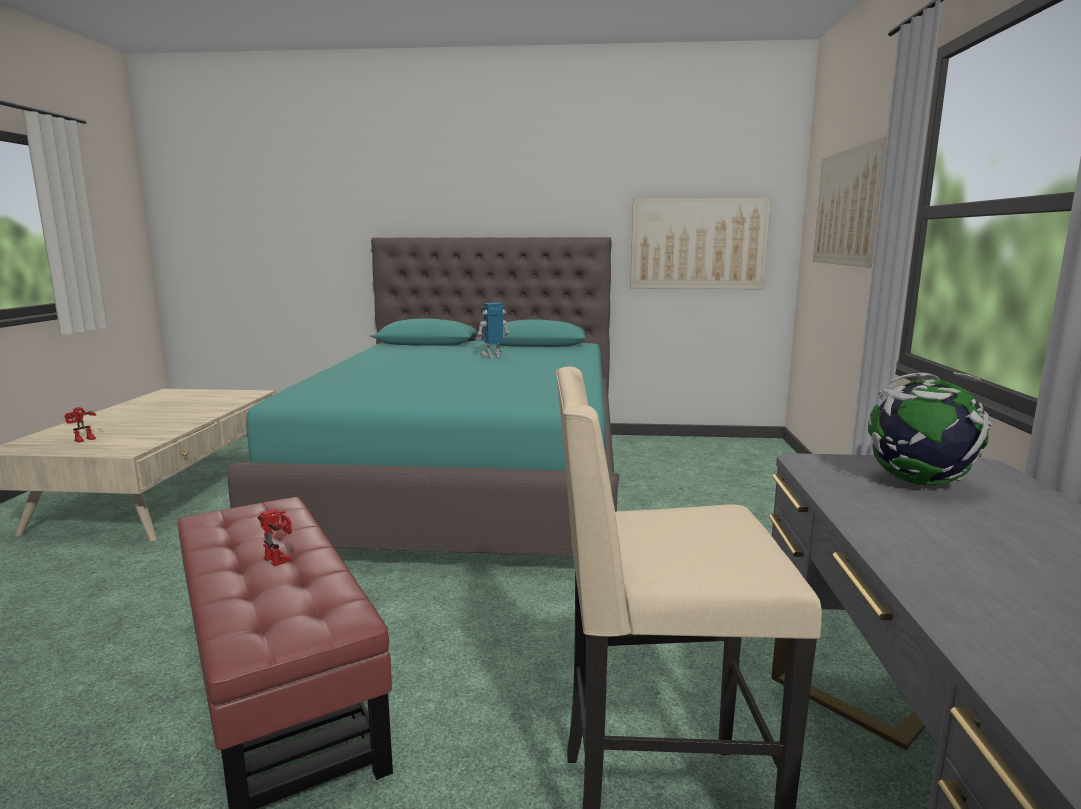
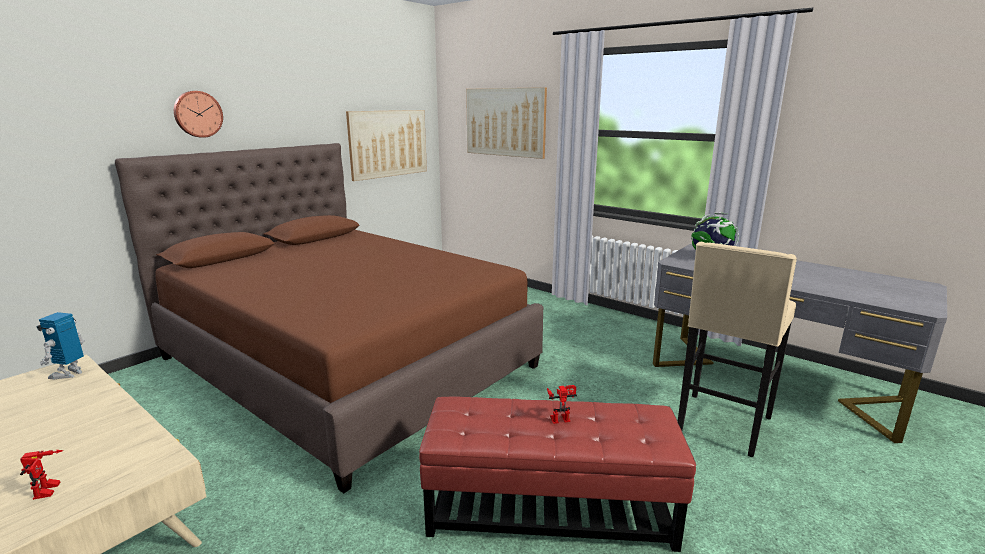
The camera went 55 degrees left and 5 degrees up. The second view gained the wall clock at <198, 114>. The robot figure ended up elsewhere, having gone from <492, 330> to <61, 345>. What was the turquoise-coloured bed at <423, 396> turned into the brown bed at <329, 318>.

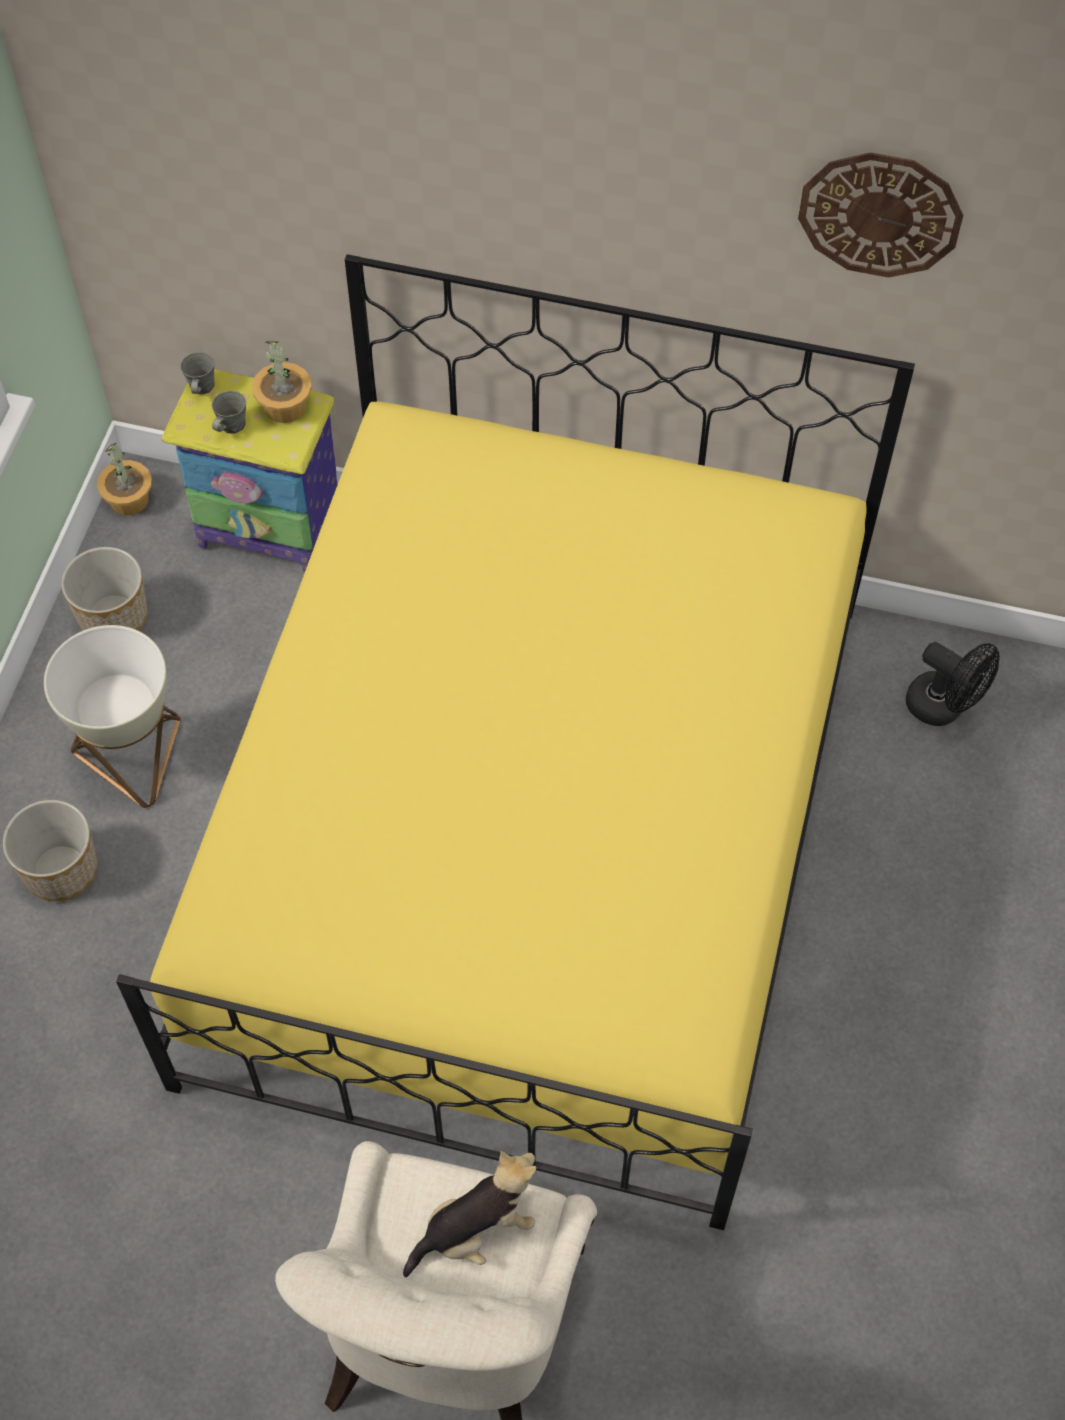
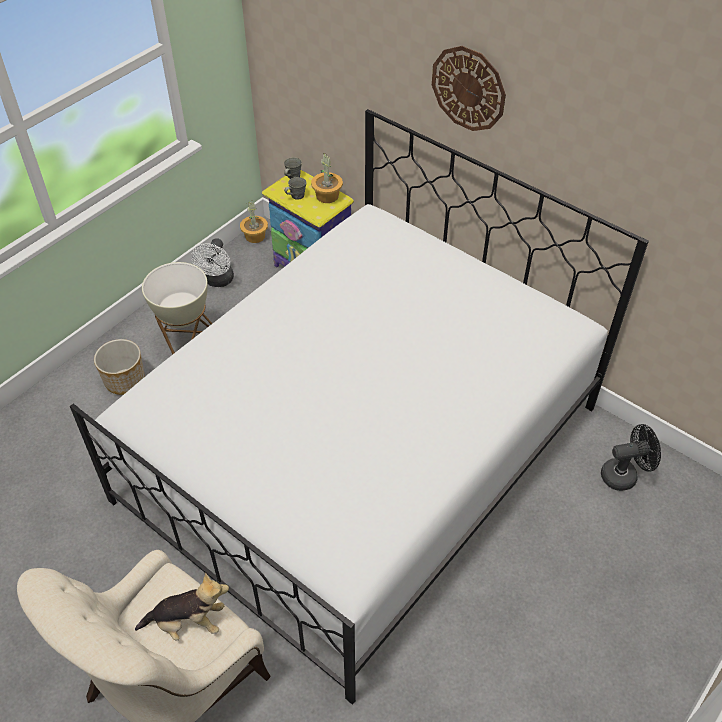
The camera went 25 degrees right and 10 degrees down. The wall clock ended up elsewhere, having gone from <880, 215> to <469, 88>. Where the flower pot stood at <104, 589>, the white electric fan came to stand at <212, 262>. What was the yellowish bed at <515, 742> turned into the white bed at <359, 407>. The blackish electric fan at <953, 684> ended up facing another way, 75 degrees counterclockwise from before.

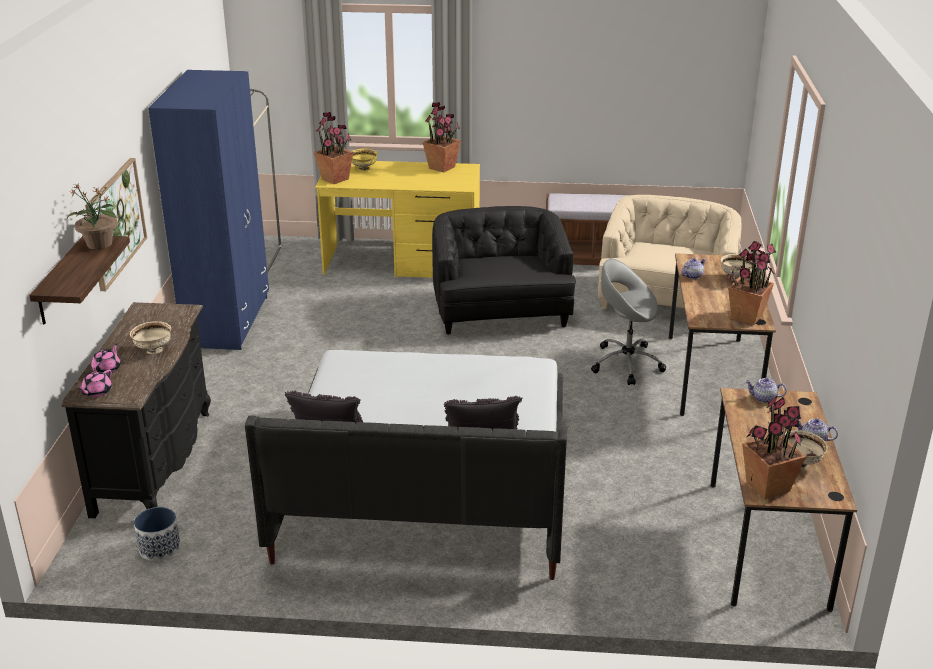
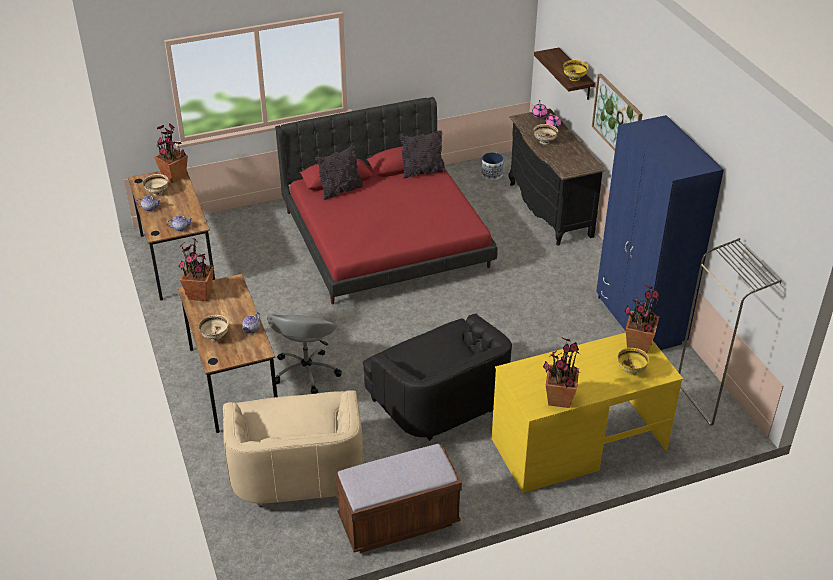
The camera went 155 degrees right and 10 degrees up. Where the potted plant stood at <92, 216>, the yellowish serving bowl came to stand at <575, 70>. What was the greyish bed at <406, 465> turned into the red-coloured bed at <386, 200>. The greyish computer chair at <628, 322> ended up facing another way, 120 degrees clockwise from before.

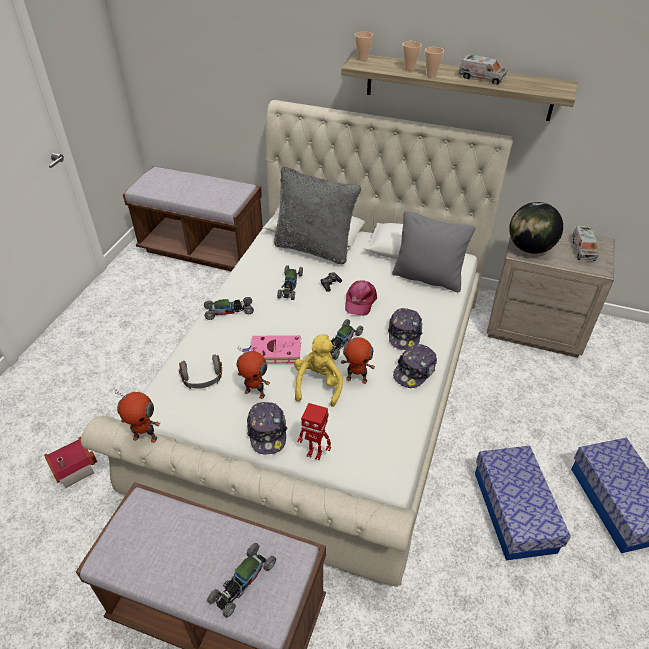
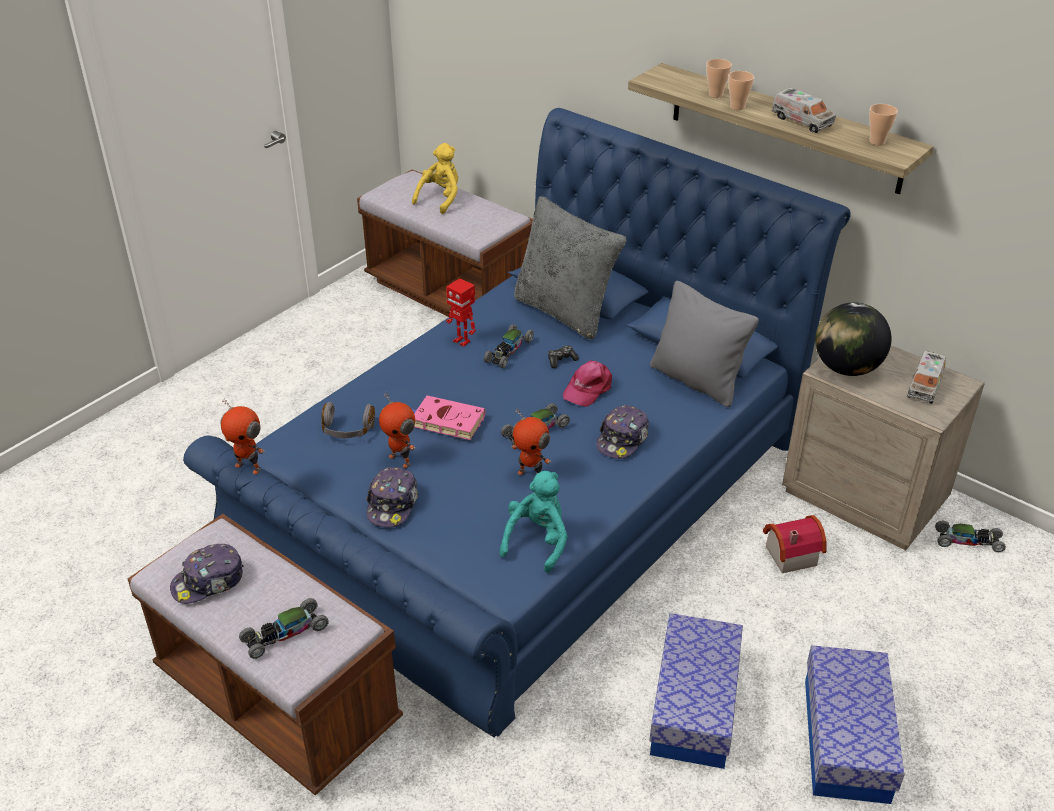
The camera went 20 degrees right and 5 degrees down. The second view gained the turquoise-coloured cuddly toy at <533, 522>. The model house ended up elsewhere, having gone from <70, 462> to <794, 544>. The model car ended up elsewhere, having gone from <229, 308> to <970, 536>. The yellowish cuddly toy ended up elsewhere, having gone from <318, 370> to <435, 178>. The robot figure ended up elsewhere, having gone from <314, 431> to <461, 312>. The drinking cup ended up elsewhere, having gone from <364, 46> to <883, 124>. The peaked cap ended up elsewhere, having gone from <415, 366> to <207, 574>. What was the beige-coloured bed at <297, 343> turned into the blue-coloured bed at <517, 422>.

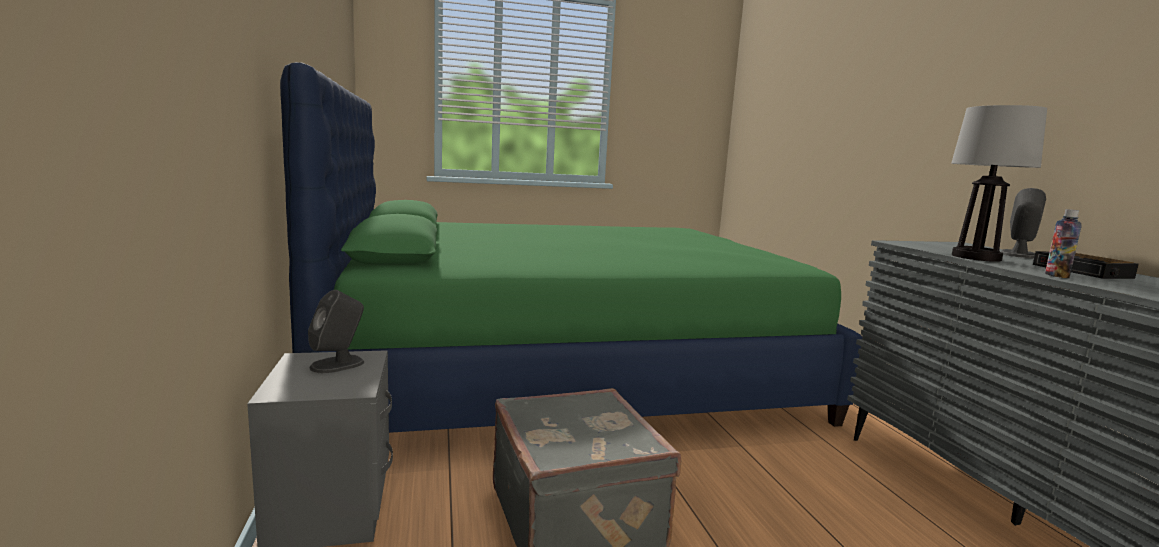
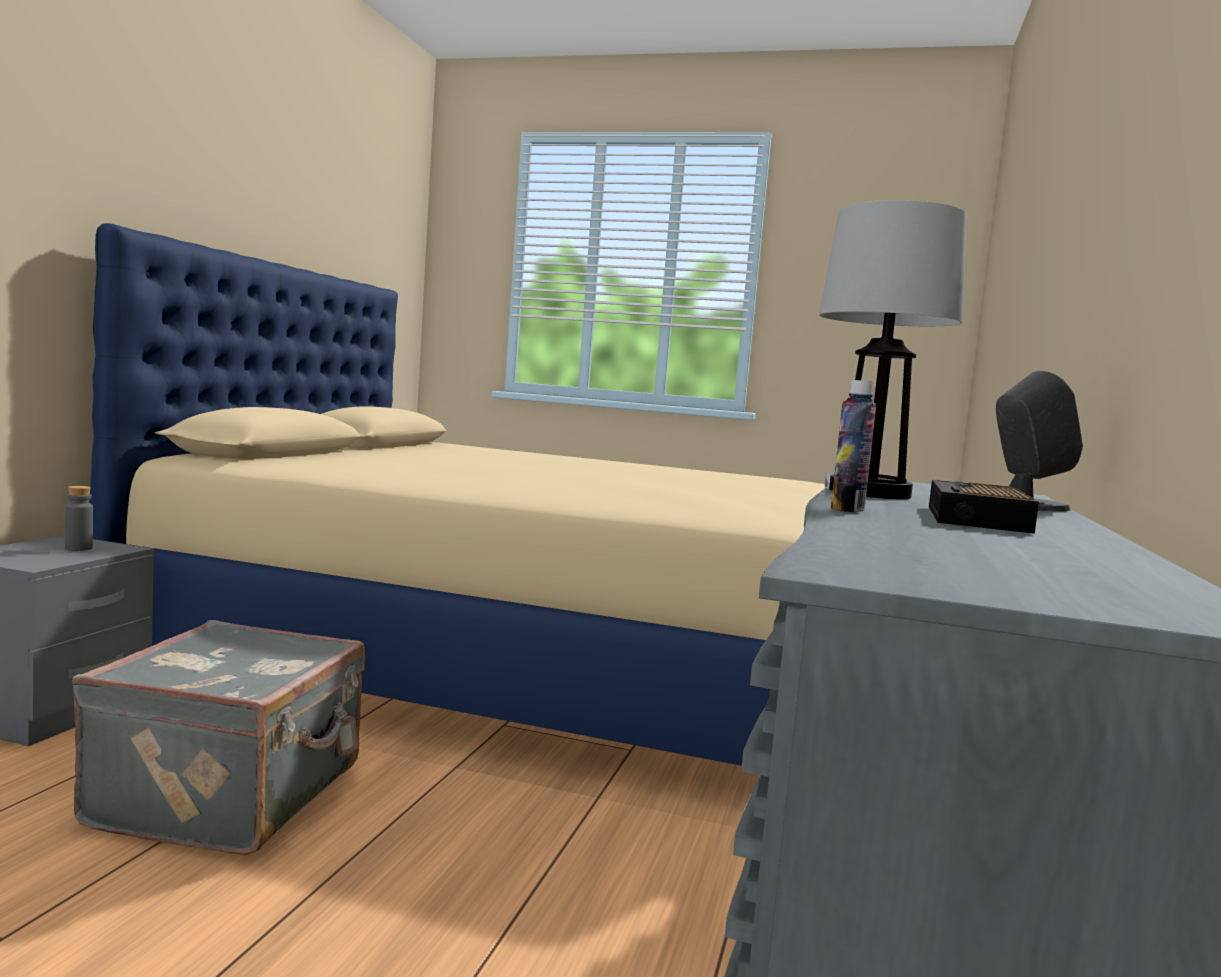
The camera went 30 degrees right and 5 degrees down. Where the greyish audio speaker stood at <336, 331>, the greyish drink bottle came to stand at <79, 518>. What was the green bed at <571, 247> turned into the beige-coloured bed at <457, 494>.

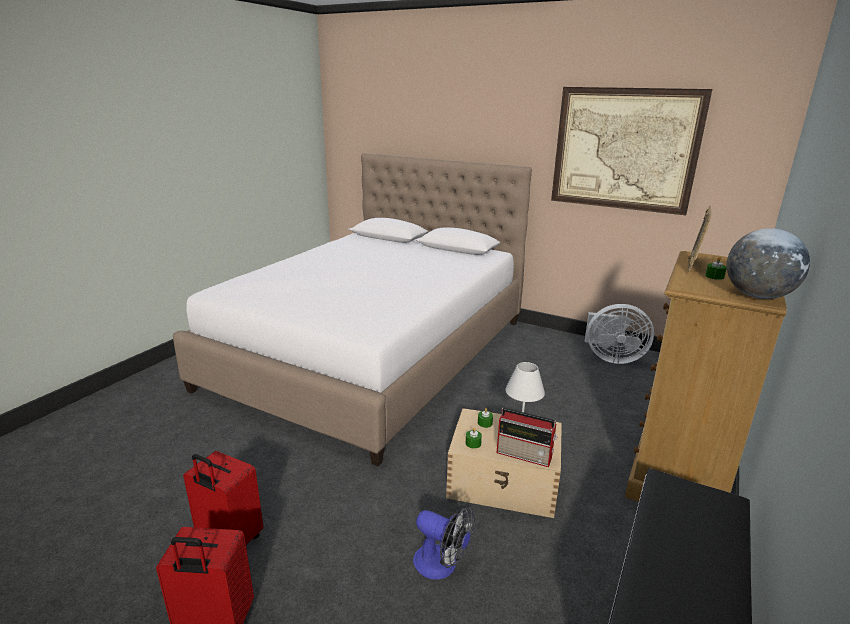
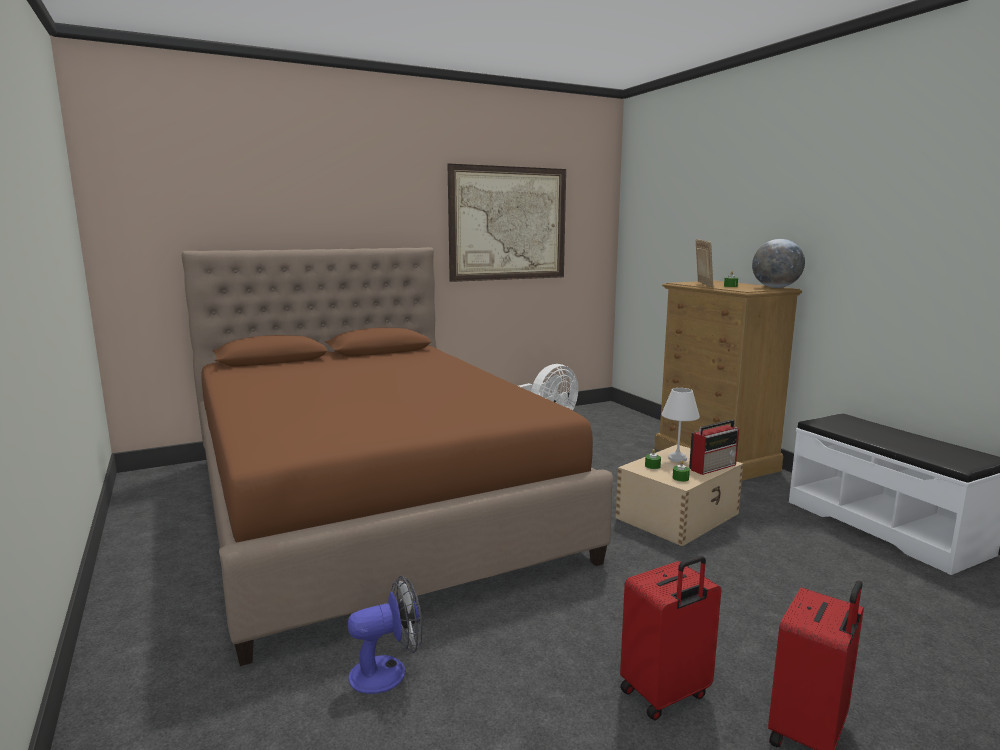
The camera went 55 degrees left and 10 degrees down. The electric fan ended up elsewhere, having gone from <444, 543> to <385, 635>. What was the white bed at <352, 309> turned into the brown bed at <397, 456>. The picture frame at <699, 238> ended up facing another way, 150 degrees counterclockwise from before.

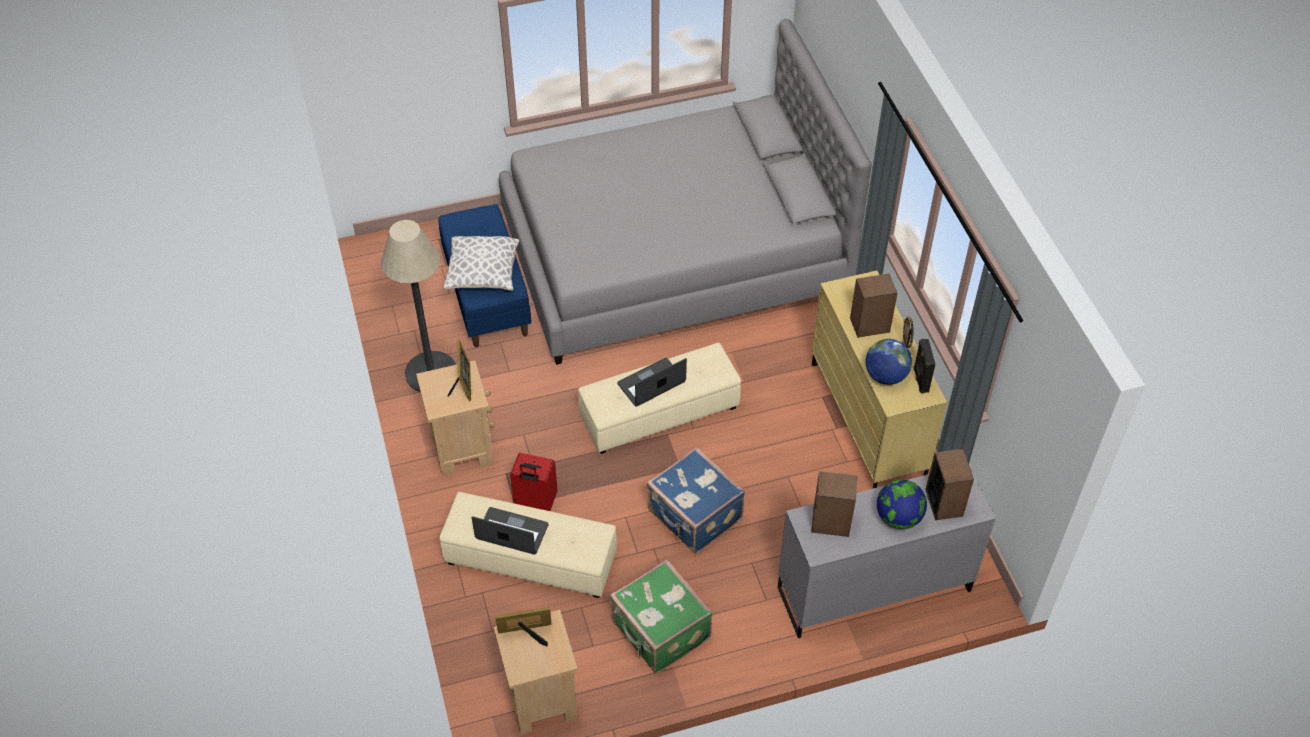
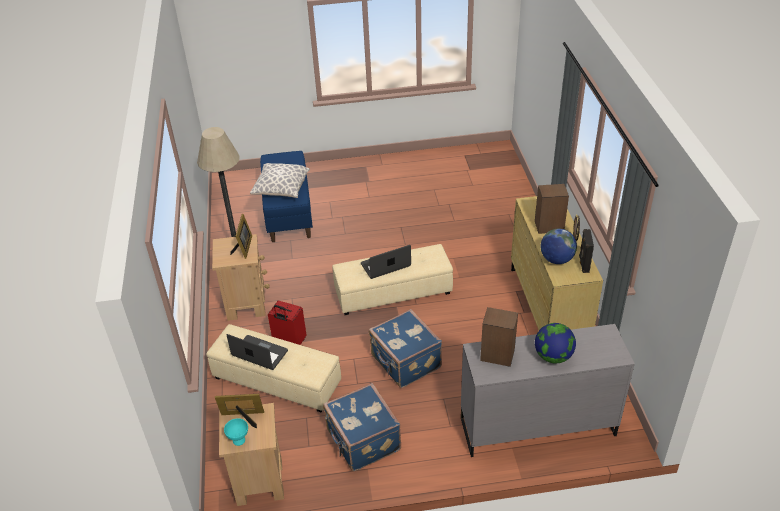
The camera went 10 degrees right and 10 degrees down. The second view lost the greyish bed at <685, 192>. The second view lost the audio speaker at <949, 484>. The second view gained the turquoise-coloured serving bowl at <236, 432>. What was the green travel case at <661, 616> turned into the blue-coloured travel case at <362, 427>.

